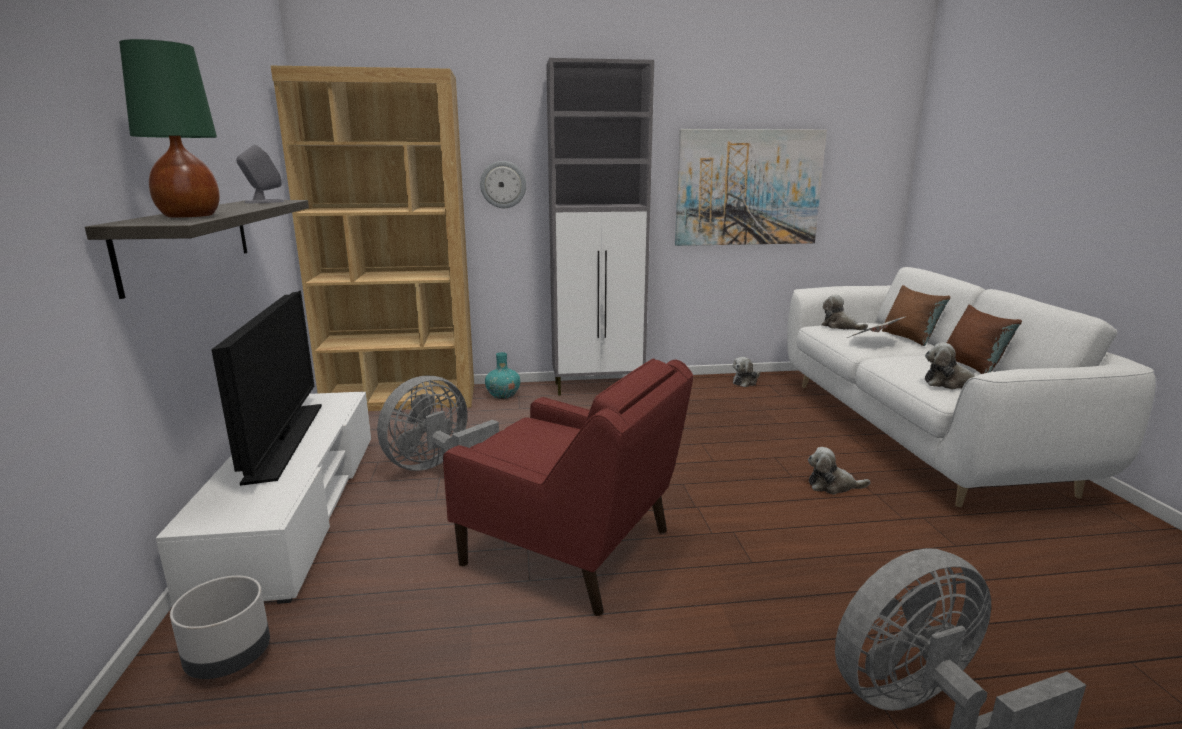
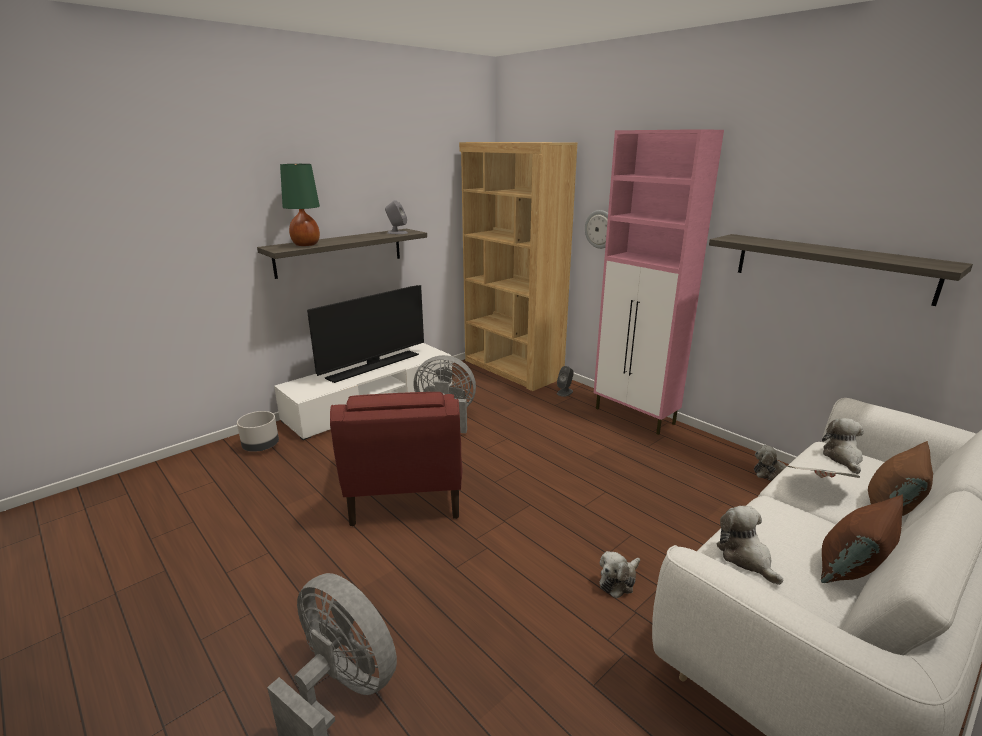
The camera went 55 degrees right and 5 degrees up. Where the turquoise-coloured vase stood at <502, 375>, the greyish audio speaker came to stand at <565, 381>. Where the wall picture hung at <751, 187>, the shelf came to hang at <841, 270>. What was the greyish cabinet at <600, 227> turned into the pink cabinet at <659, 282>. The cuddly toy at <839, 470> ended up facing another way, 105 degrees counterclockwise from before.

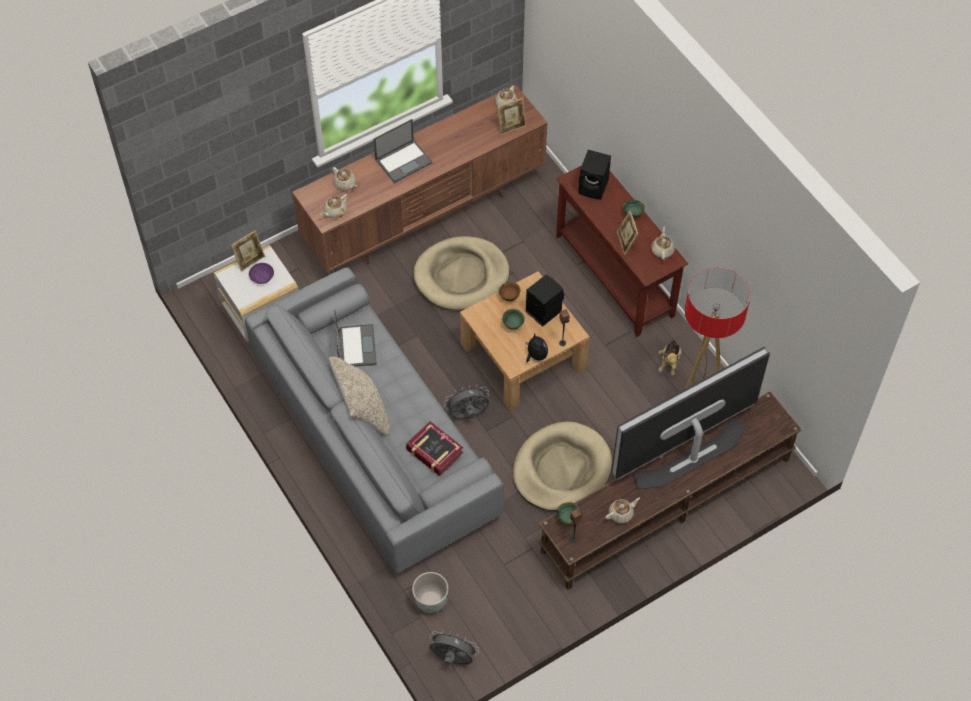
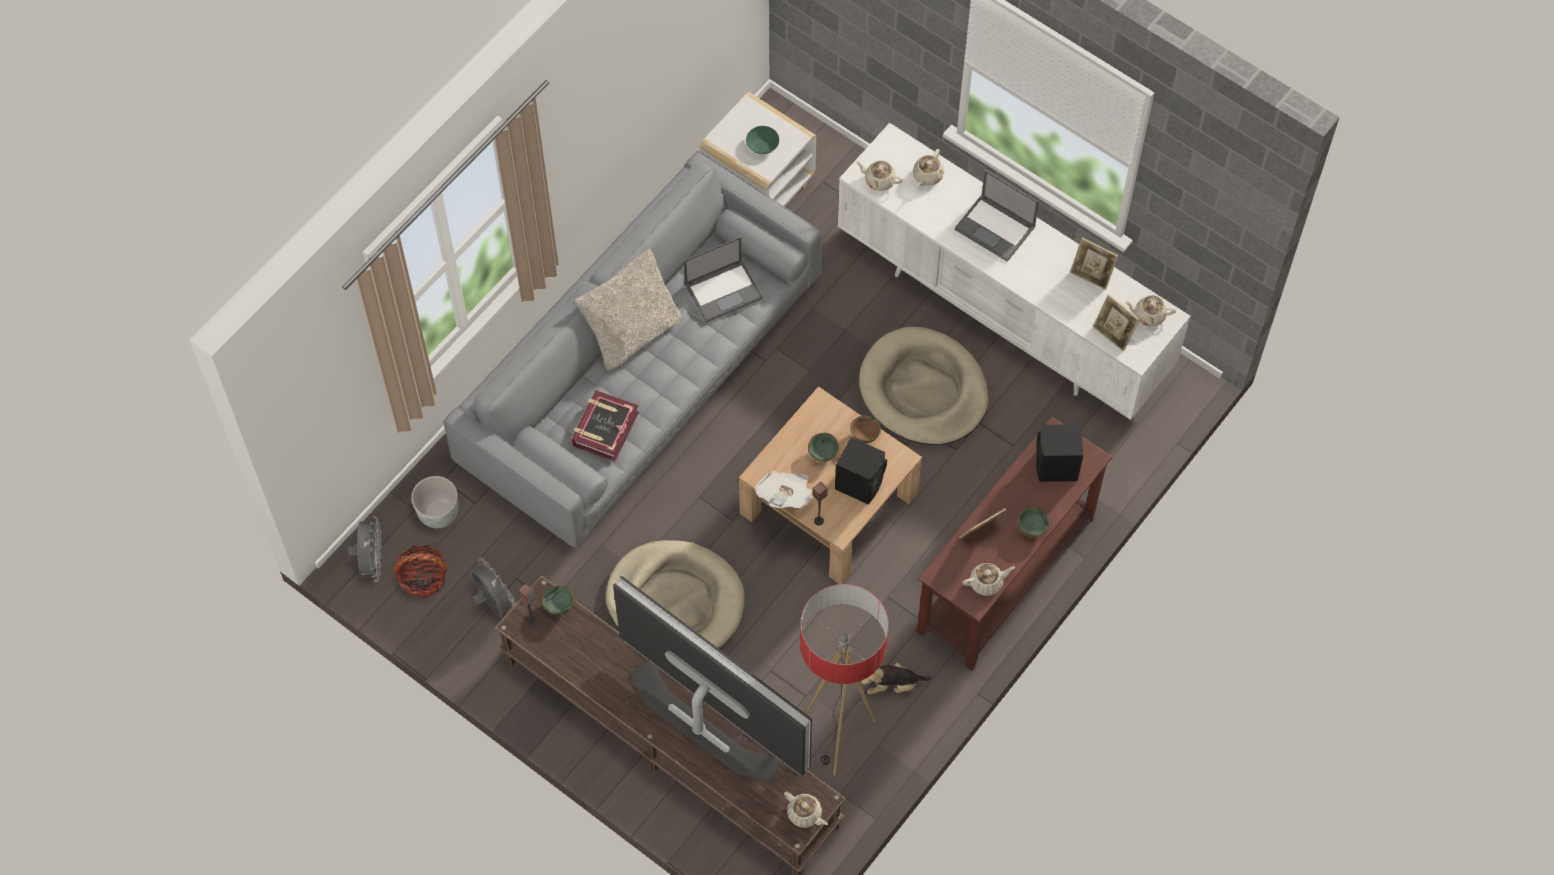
The camera went 70 degrees right and 5 degrees up. The second view gained the storage basket at <420, 572>. The picture frame ended up elsewhere, having gone from <248, 251> to <1094, 264>. The greyish electric fan ended up elsewhere, having gone from <466, 401> to <493, 588>. The beige-coloured tea pot ended up elsewhere, having gone from <622, 510> to <806, 809>. Where the cuddly toy stood at <536, 348>, the printed paper came to stand at <783, 489>. What was the purple serving bowl at <261, 273> turned into the green serving bowl at <762, 140>. What was the brown cabinet at <420, 178> turned into the white cabinet at <1014, 271>.

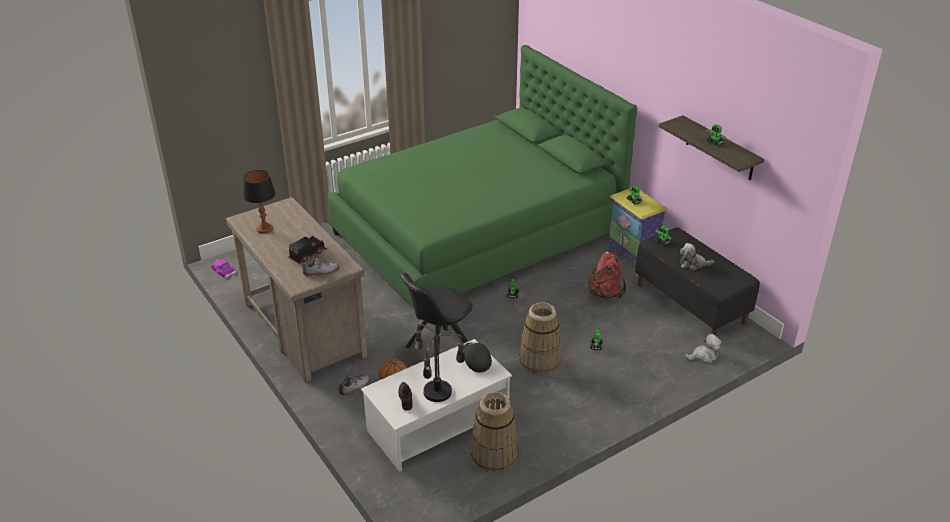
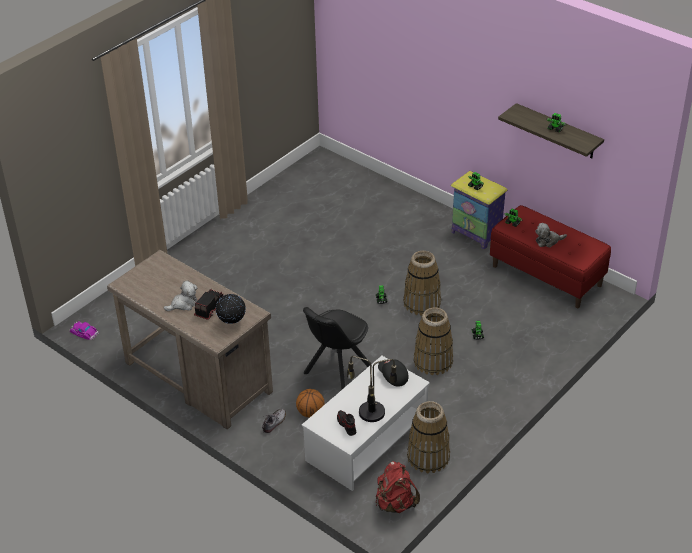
The camera went 15 degrees left and 5 degrees up. The second view lost the lamp for a table at <259, 202>. The second view lost the green bed at <482, 182>. The second view gained the storage basket at <422, 283>. The red-coloured rucksack ended up elsewhere, having gone from <606, 275> to <398, 487>. The cuddly toy ended up elsewhere, having gone from <703, 348> to <181, 295>. Where the low shoe stood at <320, 267>, the desk globe came to stand at <231, 309>. What was the blackish bench at <697, 281> turned into the red-coloured bench at <550, 256>.

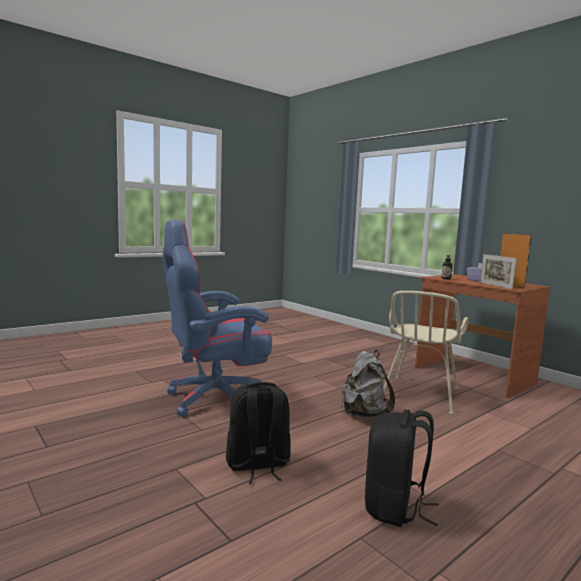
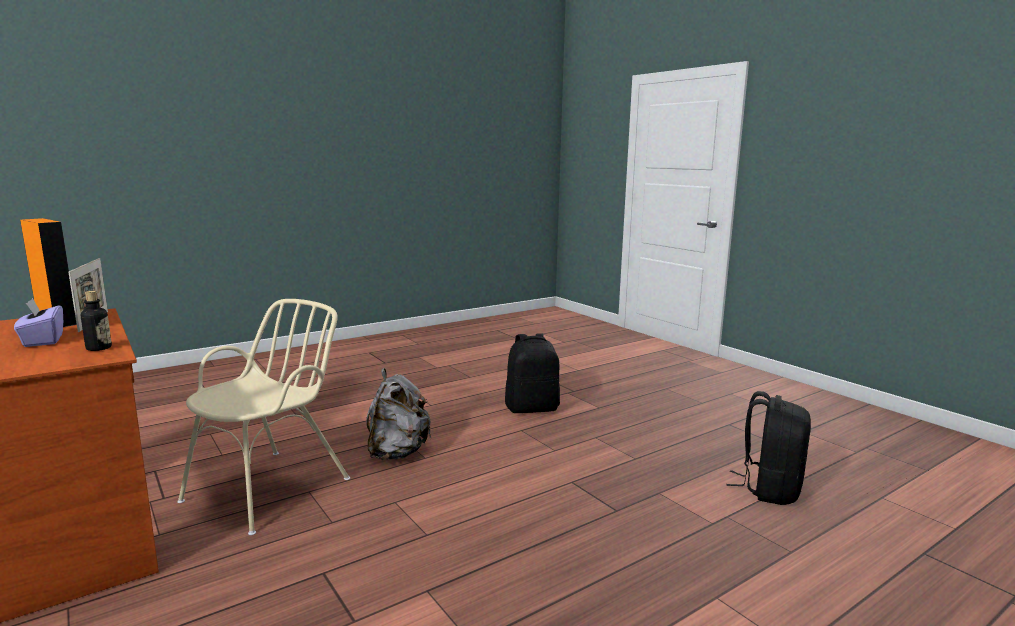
The camera went 175 degrees left and 5 degrees up. The second view lost the blue-coloured computer chair at <217, 318>. The blackish rucksack ended up elsewhere, having gone from <402, 468> to <768, 448>.

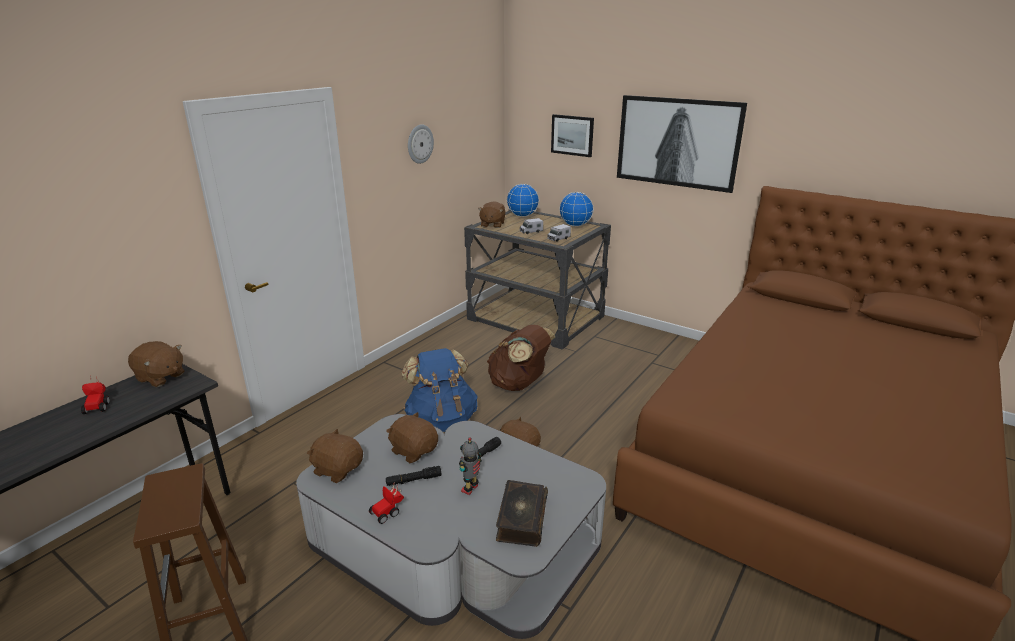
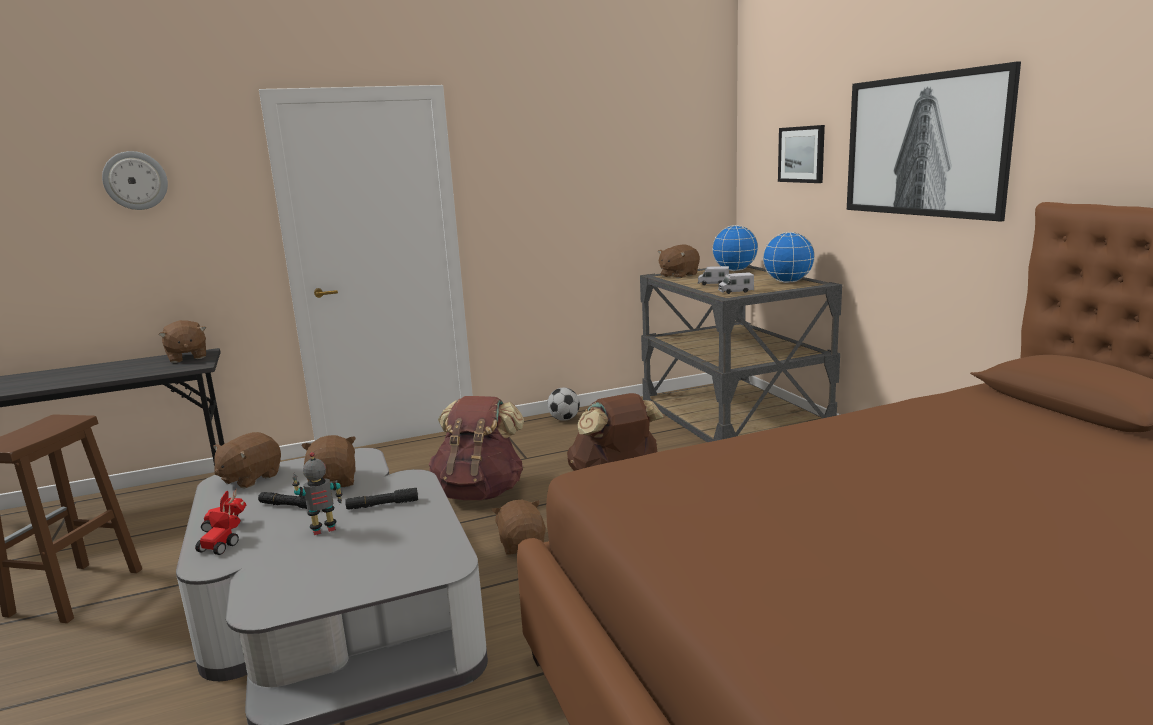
The camera went 35 degrees right and 10 degrees down. The second view lost the book at <522, 513>. The second view gained the football at <563, 404>. The model car ended up elsewhere, having gone from <95, 395> to <218, 529>. The wall clock ended up elsewhere, having gone from <421, 144> to <135, 180>. What was the blue-coloured rucksack at <440, 390> turned into the brown rucksack at <476, 448>. The brown cuddly toy at <335, 456> ended up facing another way, 120 degrees counterclockwise from before.

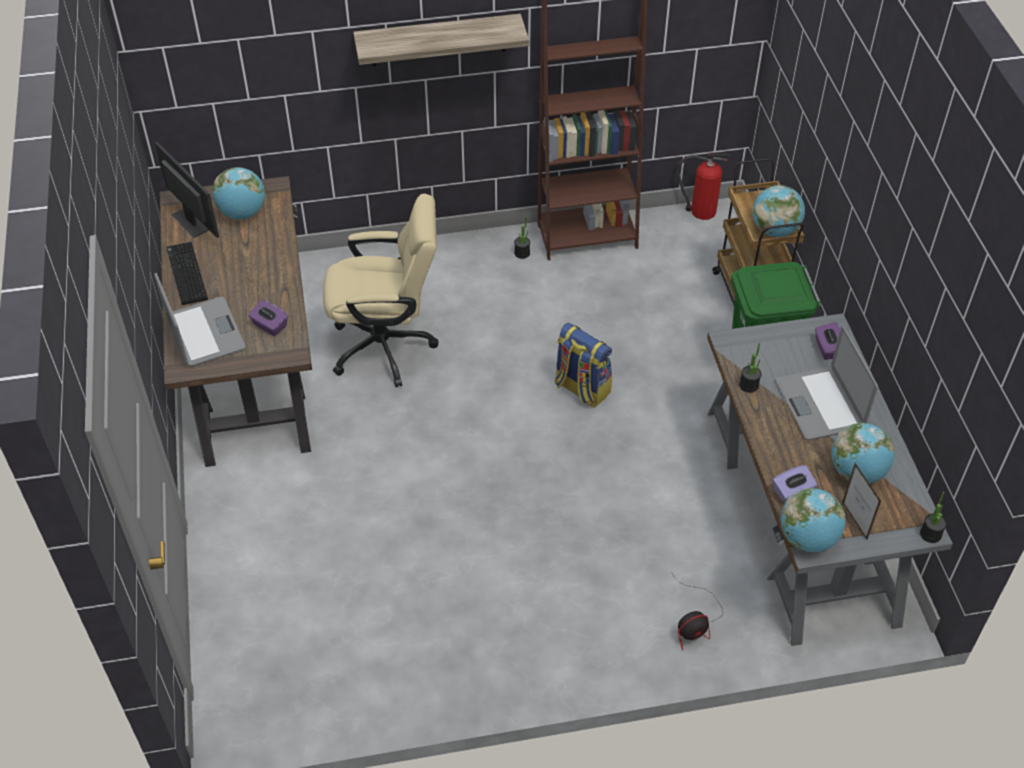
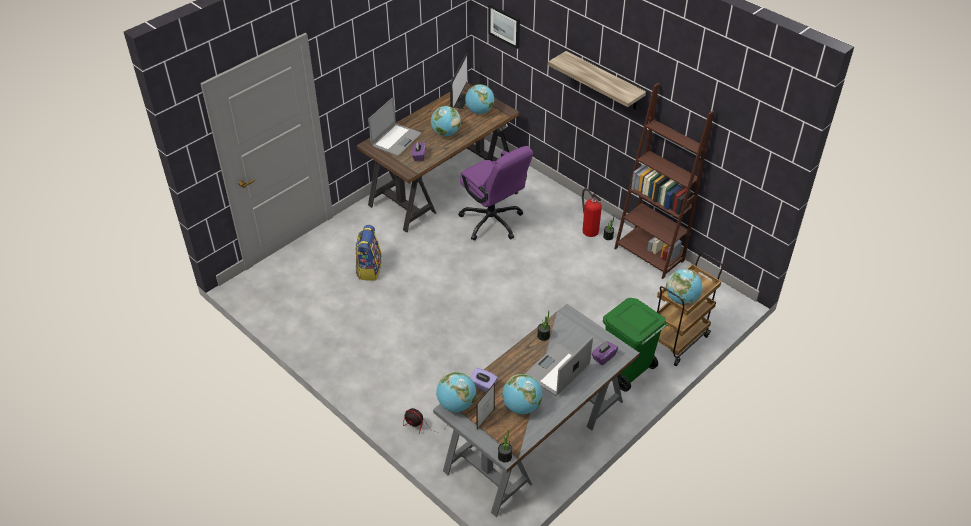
The camera went 55 degrees right and 5 degrees down. The second view lost the keyboard at <187, 273>. The second view gained the desk globe at <446, 121>. The second view gained the wall picture at <504, 26>. The rucksack ended up elsewhere, having gone from <583, 365> to <369, 253>. The extinguisher ended up elsewhere, having gone from <703, 186> to <592, 212>. What was the beige-coloured computer chair at <380, 290> turned into the purple computer chair at <496, 193>.

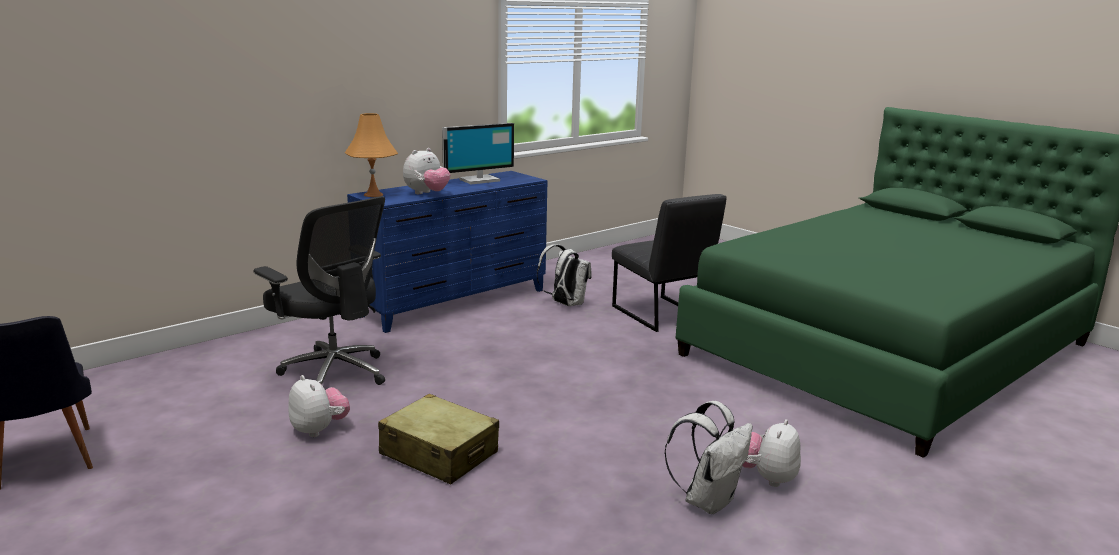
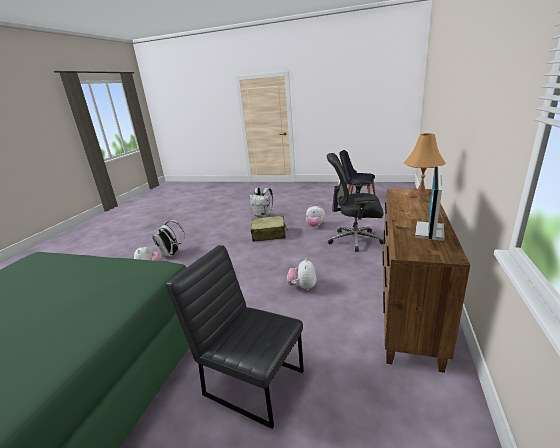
The camera went 150 degrees right and 5 degrees up. The cuddly toy ended up elsewhere, having gone from <426, 171> to <301, 275>. The white rucksack ended up elsewhere, having gone from <564, 275> to <261, 202>. What was the blue-coloured dresser at <447, 252> turned into the brown dresser at <426, 281>.

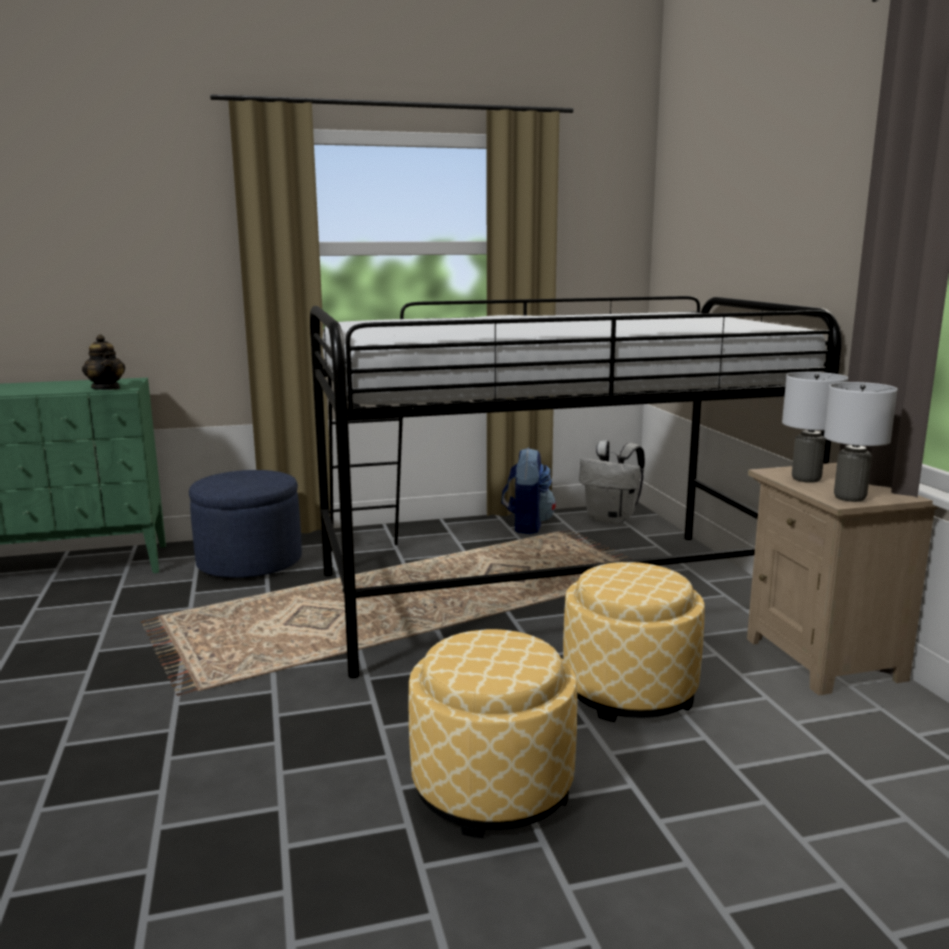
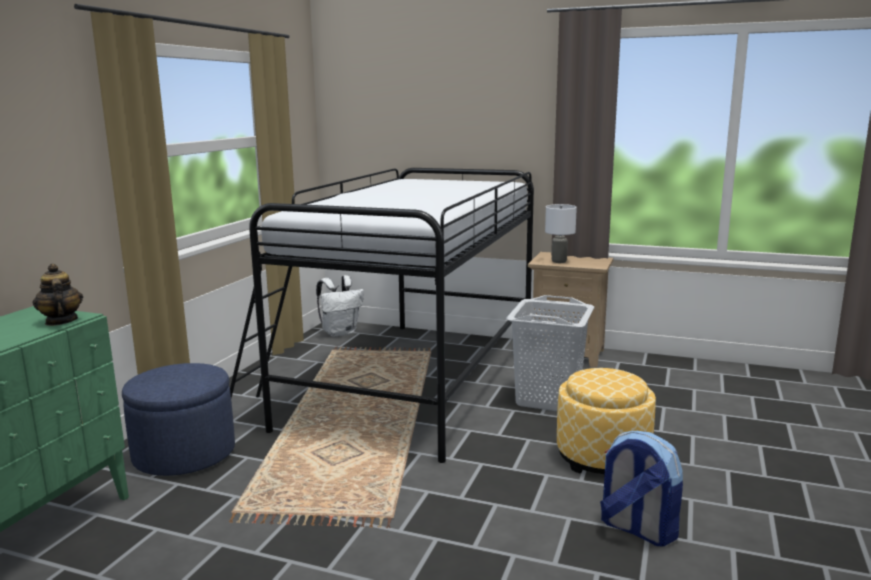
The camera went 55 degrees left and 0 degrees up. The second view lost the white lamp for a table at <860, 442>. The rucksack ended up elsewhere, having gone from <528, 491> to <641, 488>. Where the footrest stood at <634, 642>, the greyish hamper came to stand at <550, 353>. The tea pot at <103, 362> ended up facing another way, 120 degrees counterclockwise from before.

